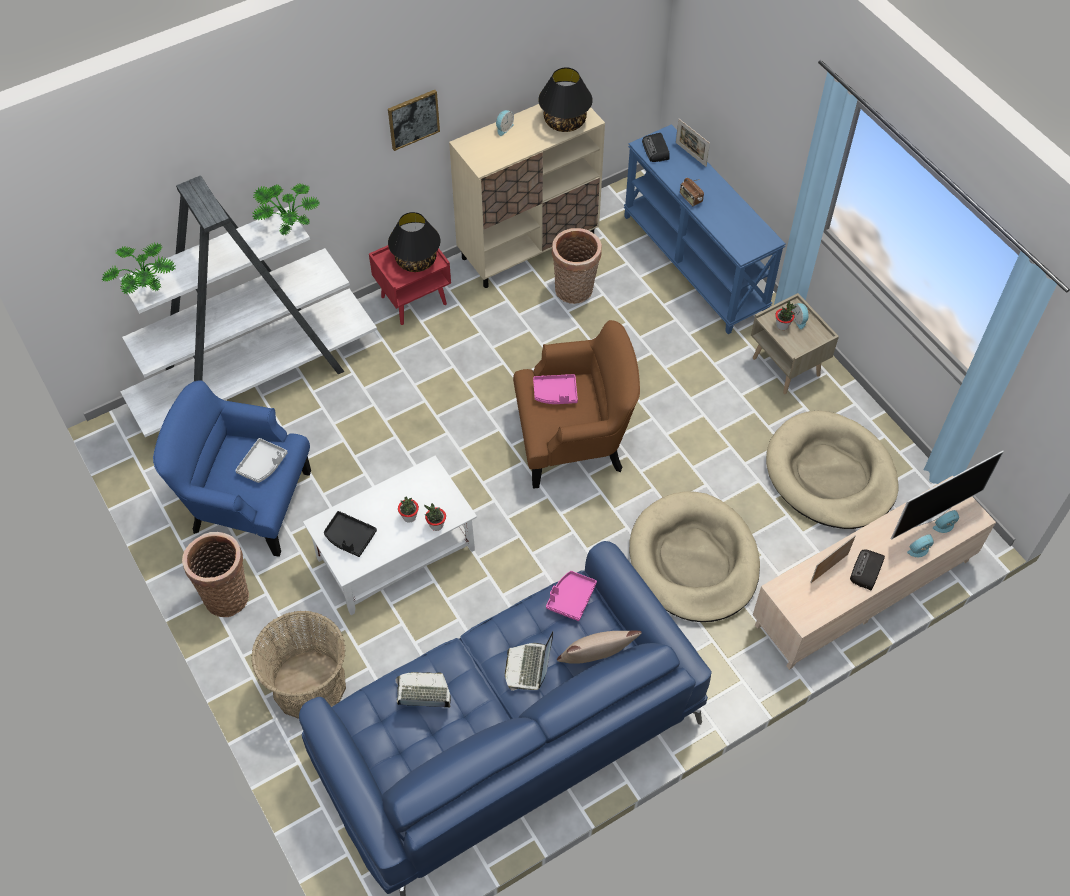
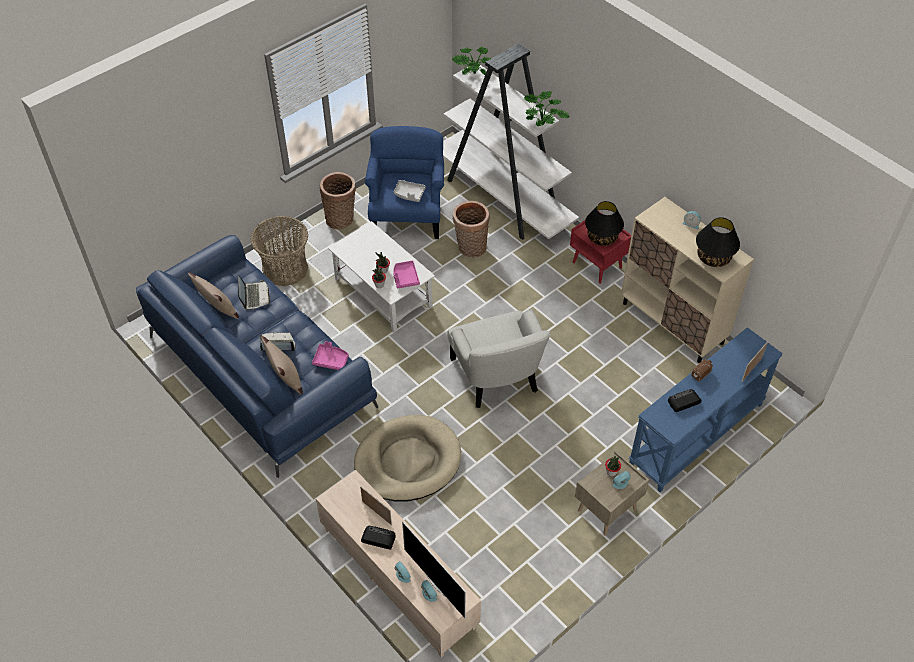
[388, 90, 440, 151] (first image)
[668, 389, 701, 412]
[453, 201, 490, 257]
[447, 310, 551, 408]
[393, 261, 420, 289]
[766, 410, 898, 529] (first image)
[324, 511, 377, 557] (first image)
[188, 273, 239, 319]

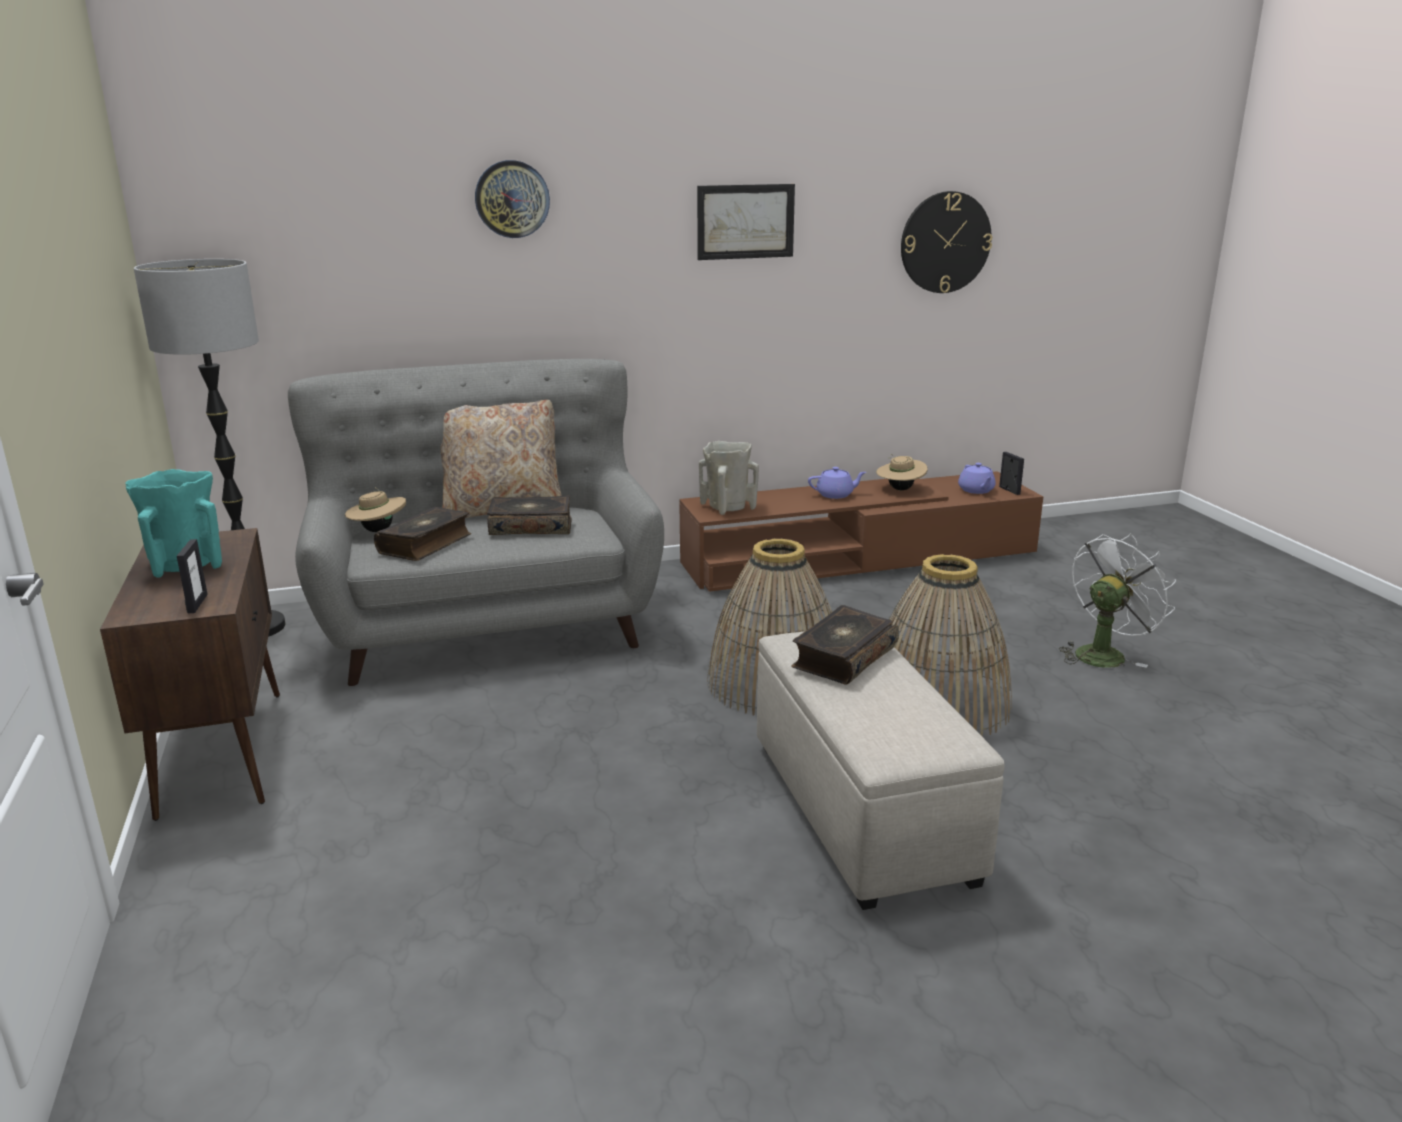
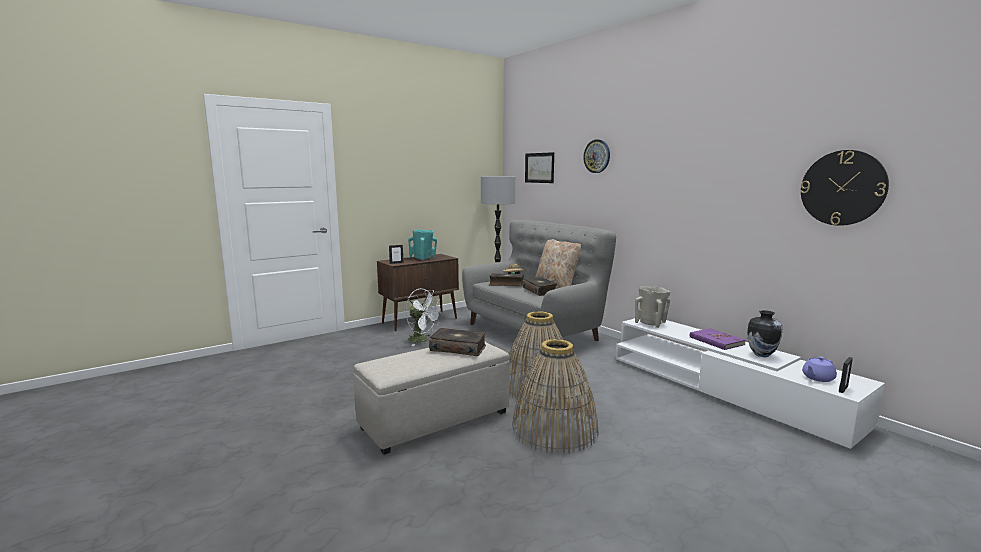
[525, 152, 554, 183]
[747, 310, 783, 357]
[690, 328, 746, 350]
[616, 318, 885, 449]
[405, 289, 442, 346]

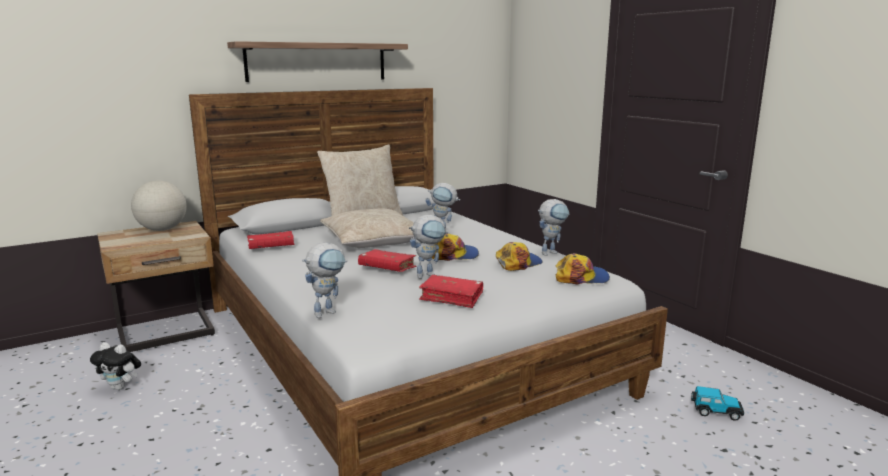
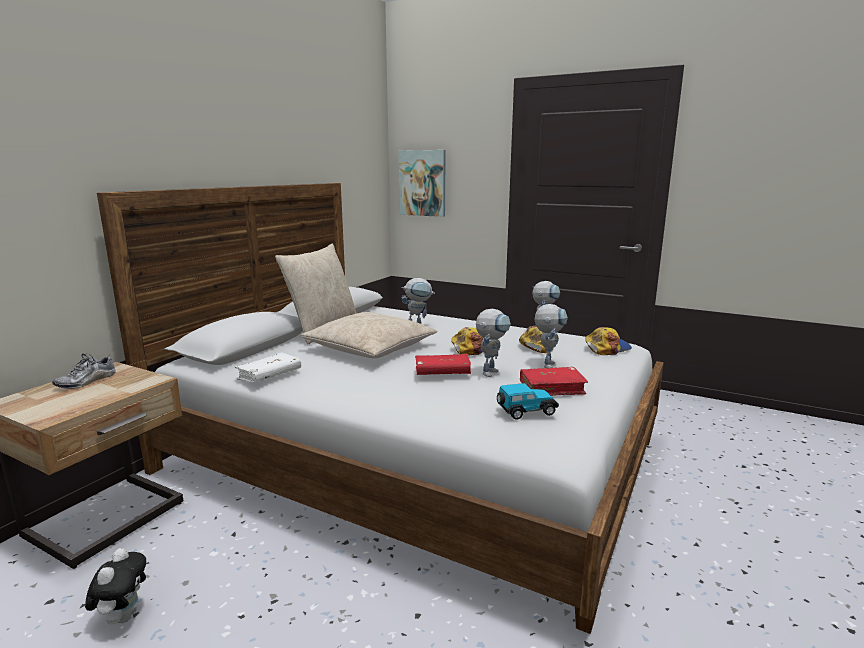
[227, 41, 408, 82] (first image)
[52, 353, 116, 389]
[235, 353, 301, 383]
[534, 304, 568, 368]
[85, 548, 146, 625]
[497, 383, 559, 420]
[398, 150, 446, 217]

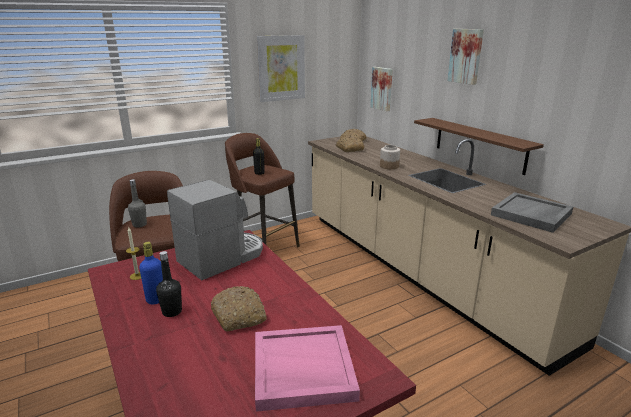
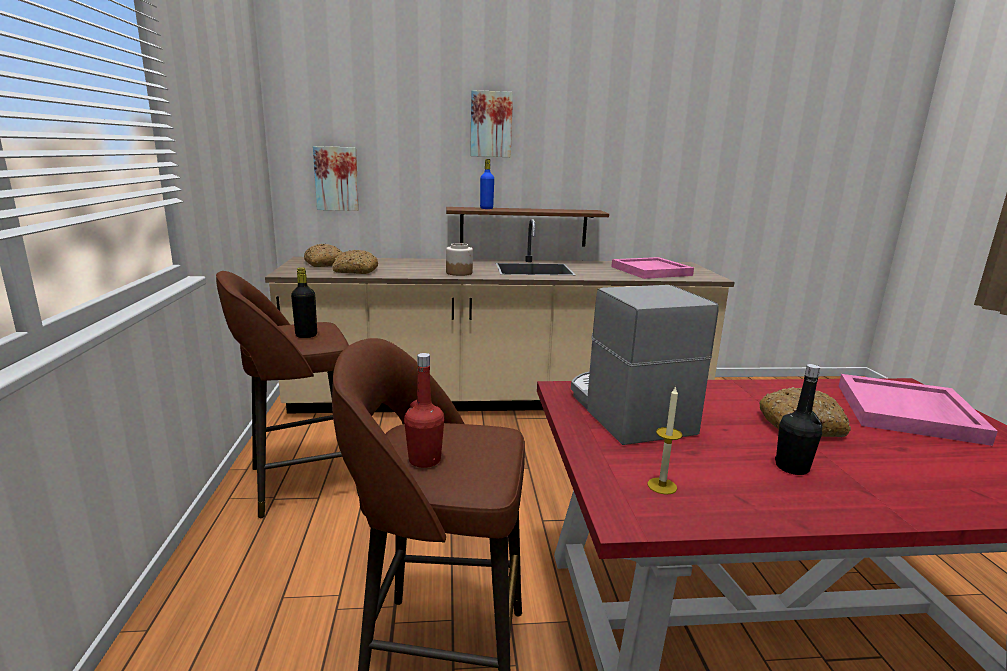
[257, 35, 305, 102] (first image)
[404, 353, 444, 468]
[611, 257, 694, 279]
[480, 159, 494, 209]

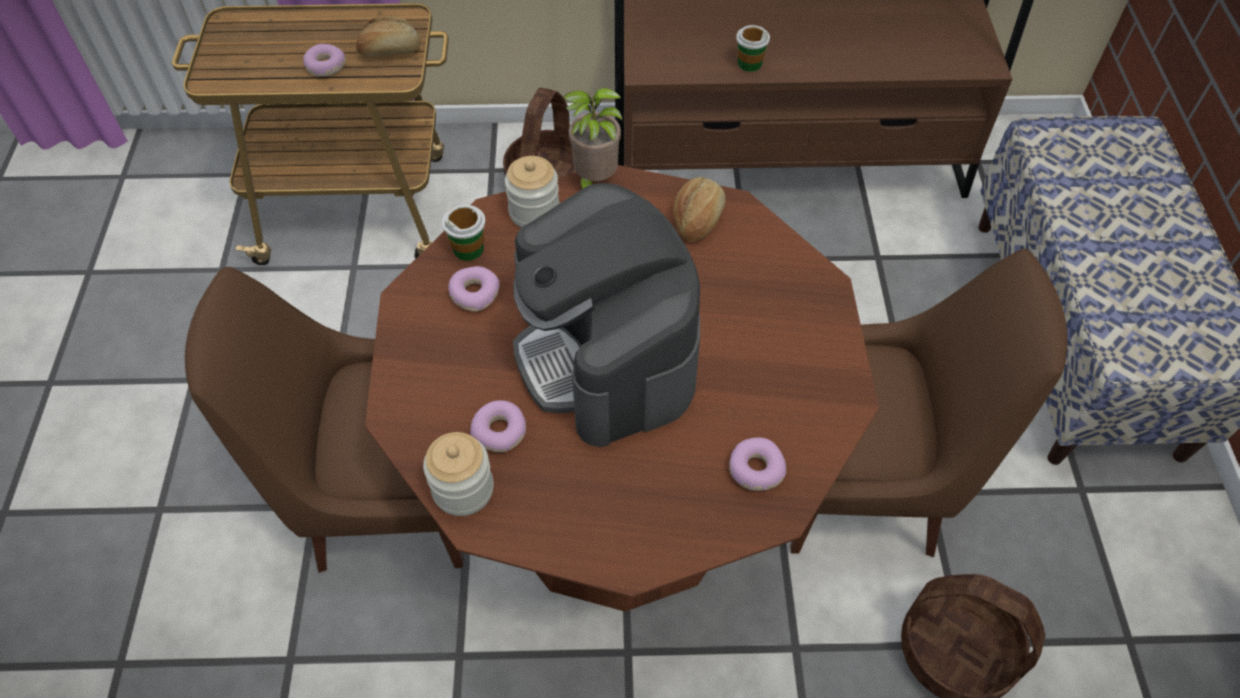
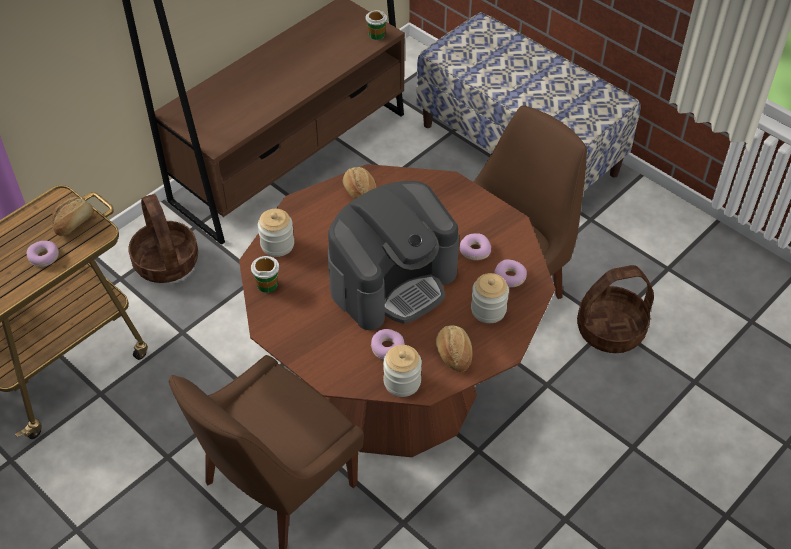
[365, 10, 387, 40]
[563, 88, 622, 189] (first image)
[328, 181, 459, 330]
[460, 233, 491, 260]
[471, 273, 509, 323]
[436, 325, 473, 372]

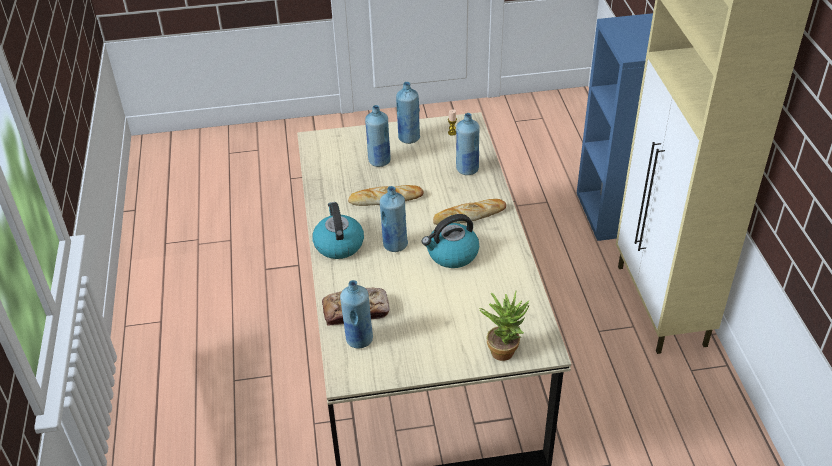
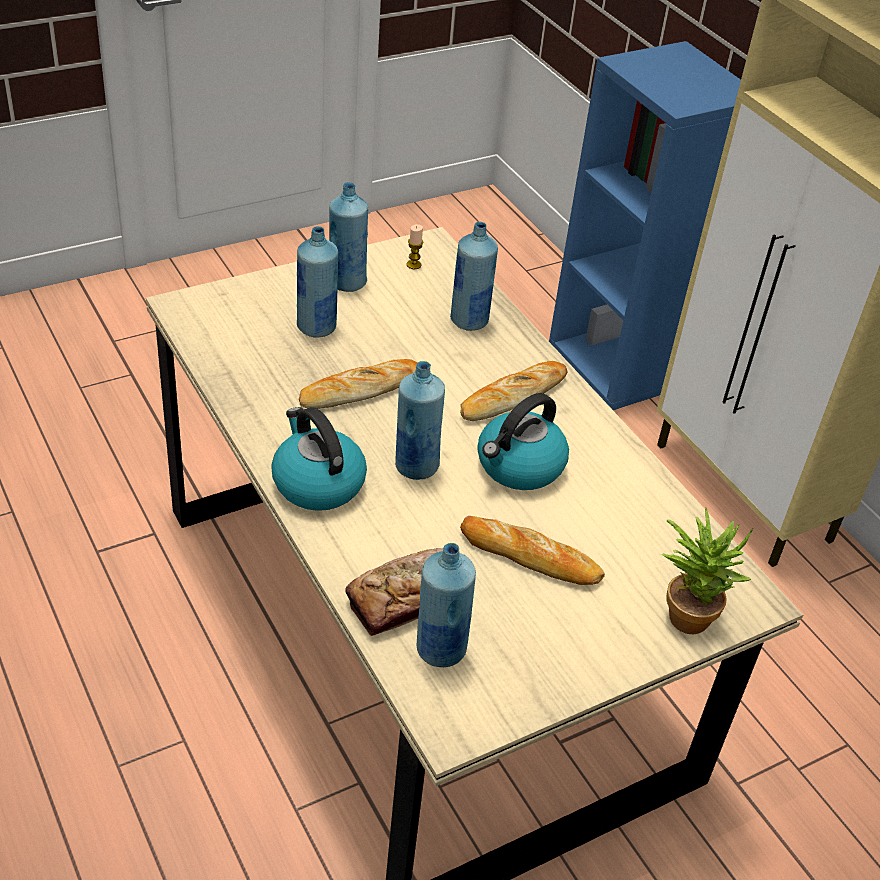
[460, 516, 605, 585]

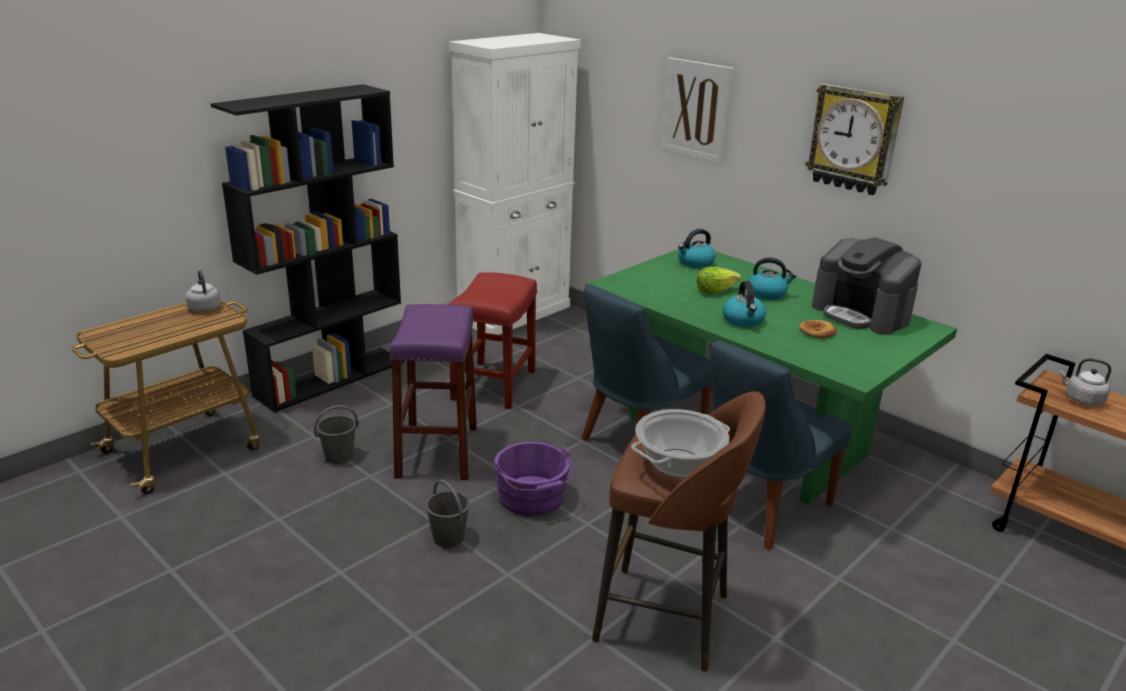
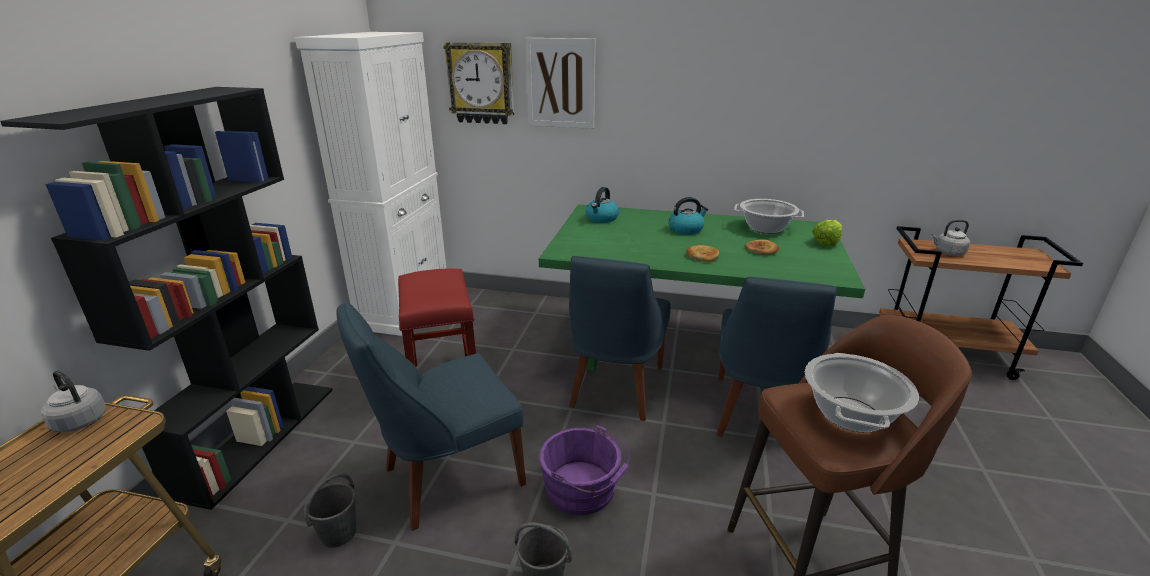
[443, 42, 514, 124]
[734, 199, 804, 234]
[812, 220, 842, 246]
[686, 245, 719, 262]
[336, 302, 526, 531]

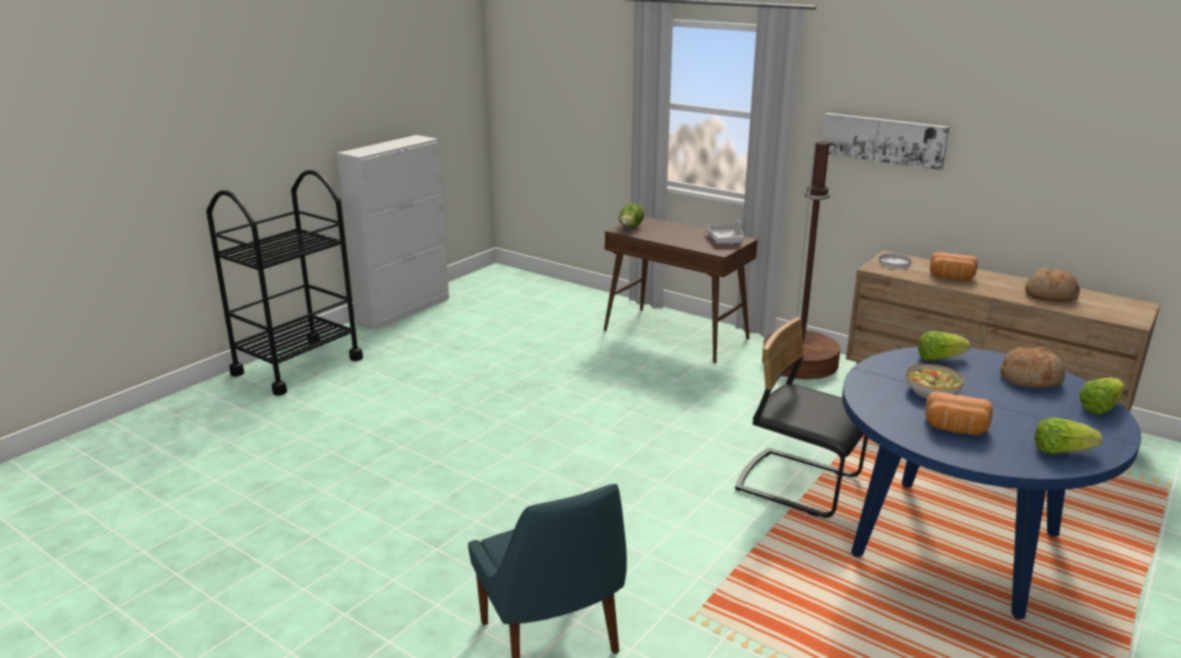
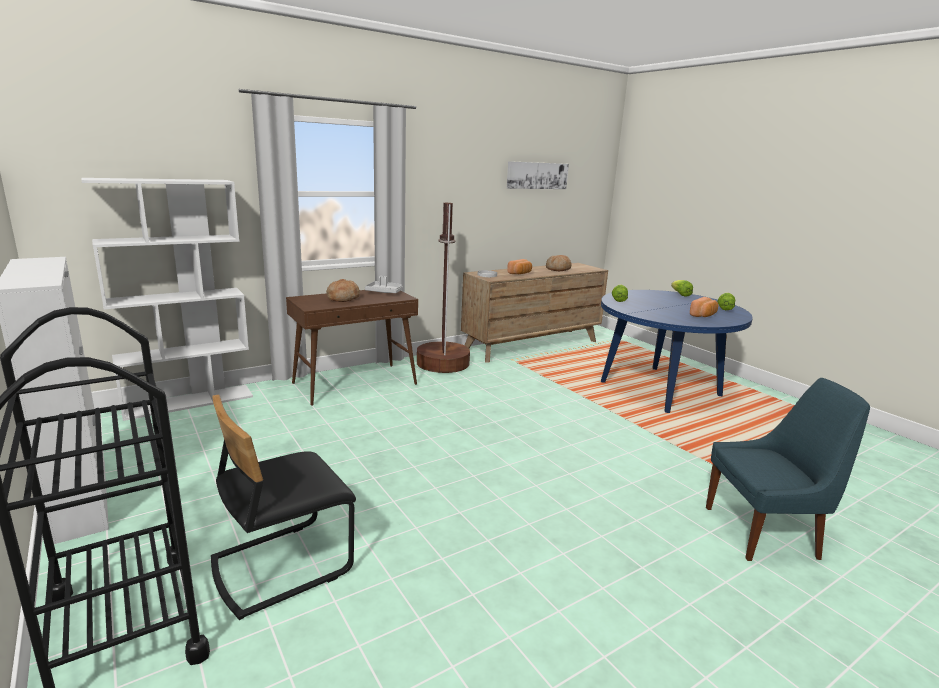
[507, 161, 569, 189]
[619, 203, 645, 228] (first image)
[211, 395, 356, 620]
[326, 279, 360, 302]
[906, 364, 964, 398] (first image)
[82, 178, 253, 421]

